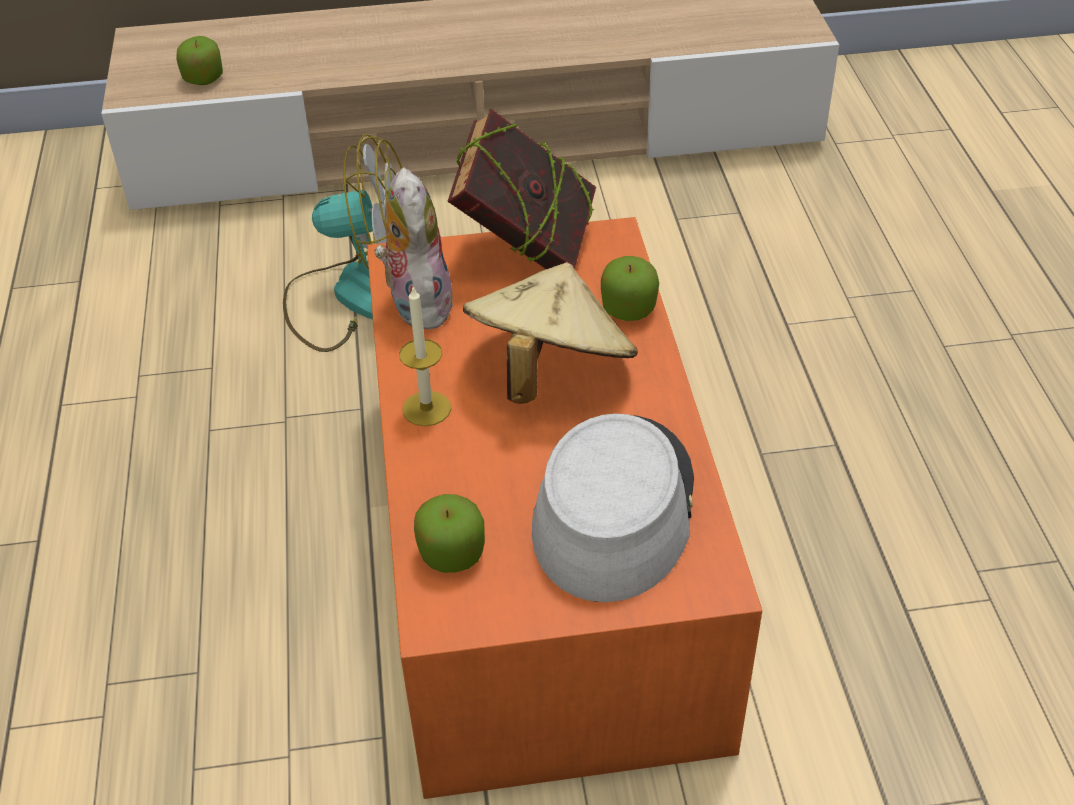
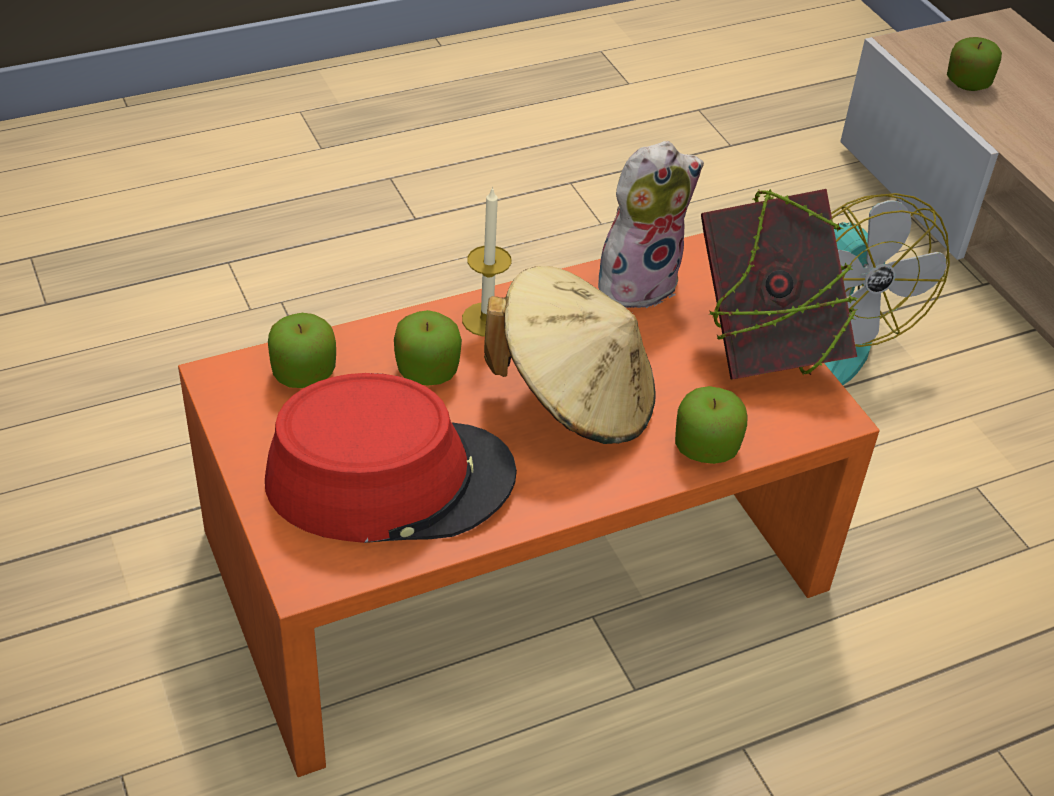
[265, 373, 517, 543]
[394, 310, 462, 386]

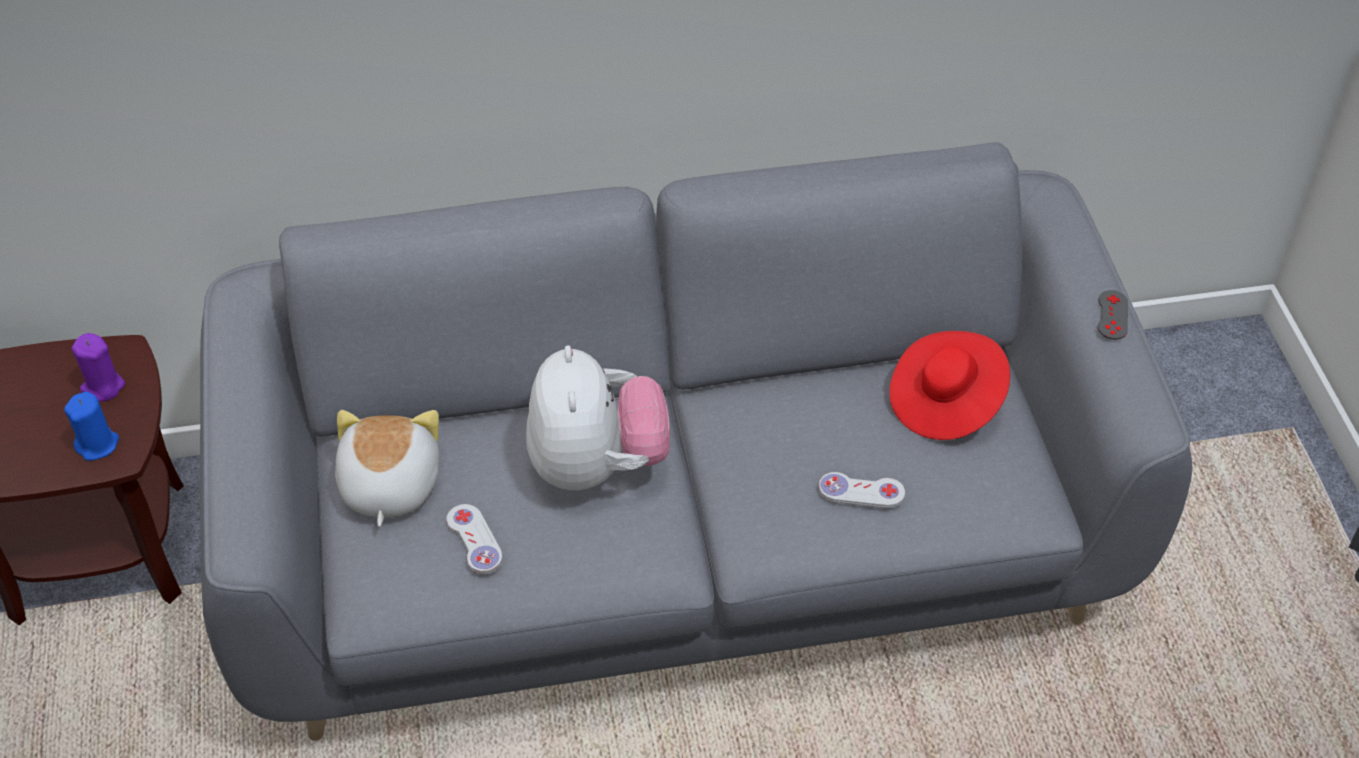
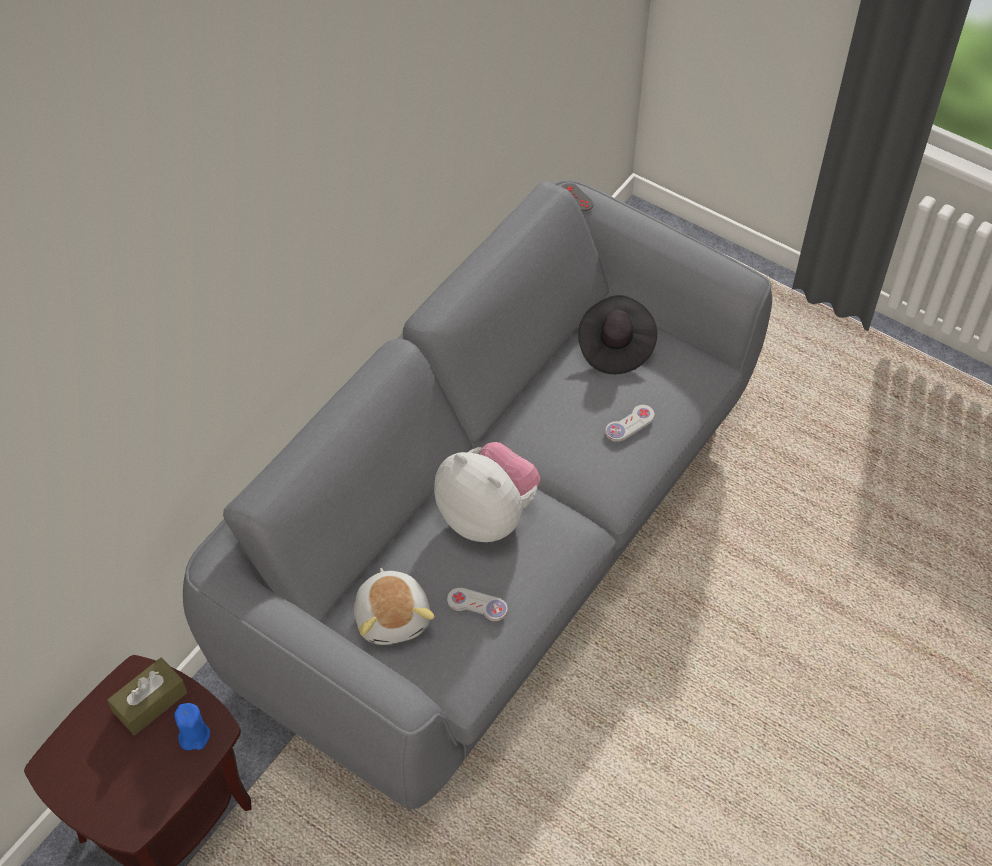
[562, 183, 594, 211]
[578, 295, 657, 374]
[107, 658, 187, 735]
[354, 568, 434, 645]

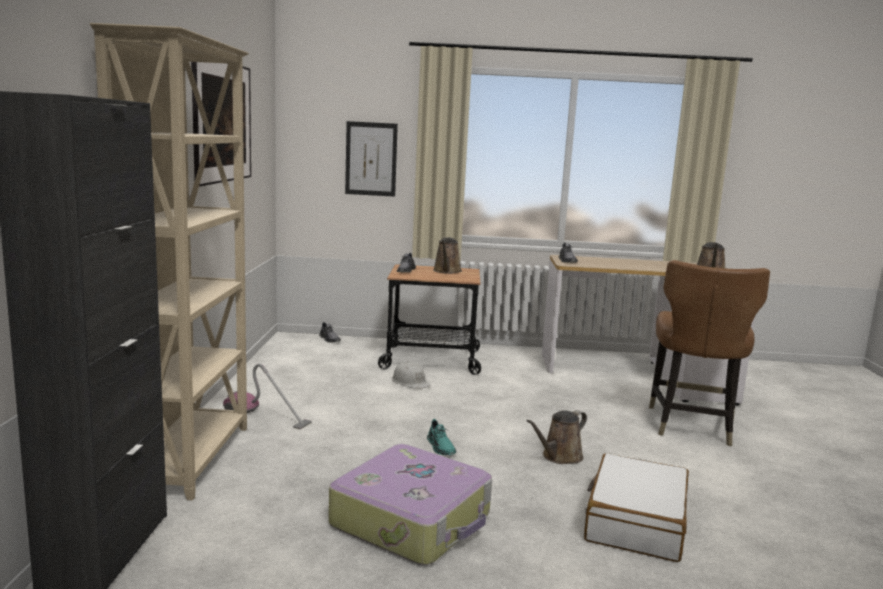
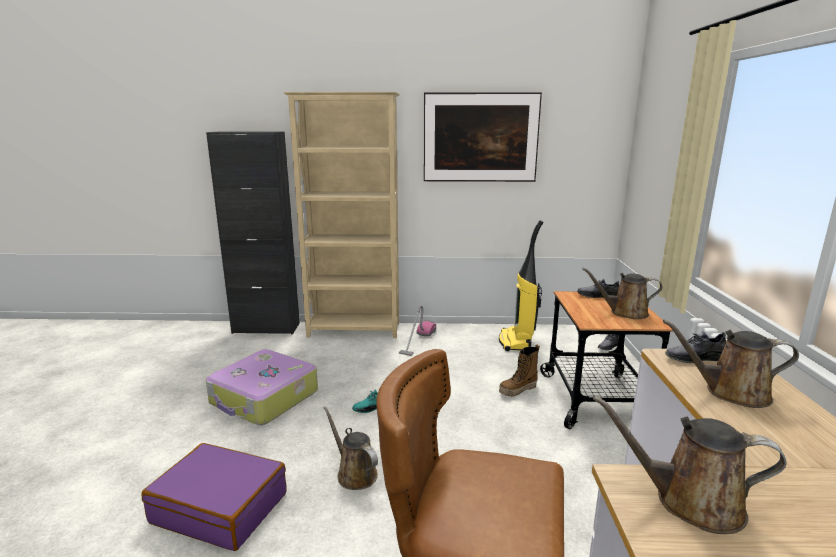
[345, 121, 398, 197] (first image)
[499, 344, 540, 397]
[141, 443, 287, 551]
[499, 220, 543, 351]
[663, 320, 799, 408]

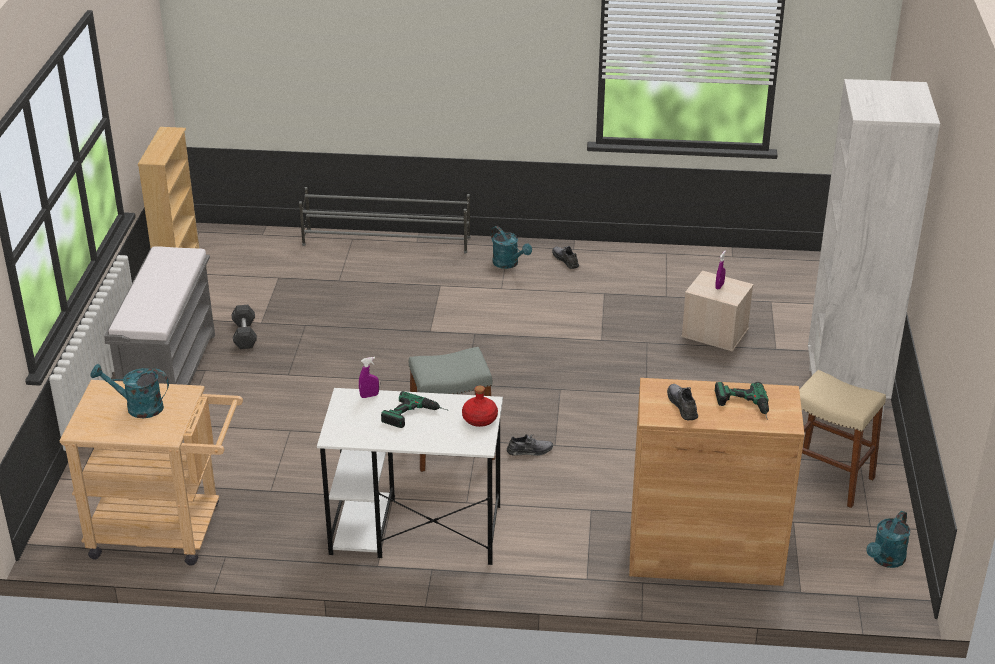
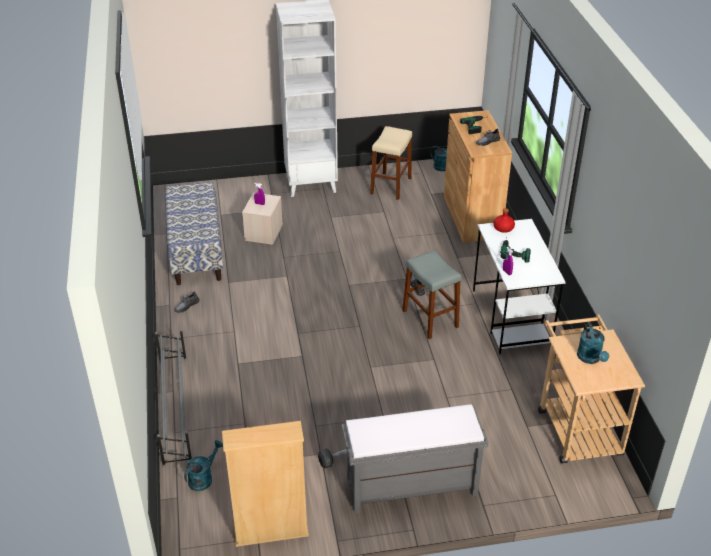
[184, 440, 223, 491]
[165, 182, 223, 285]

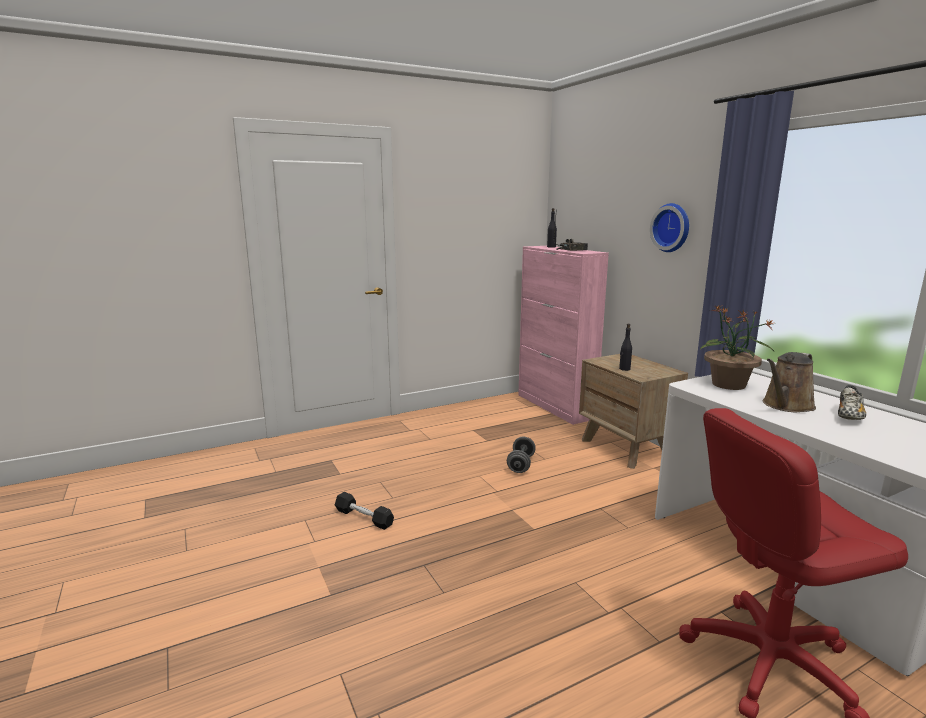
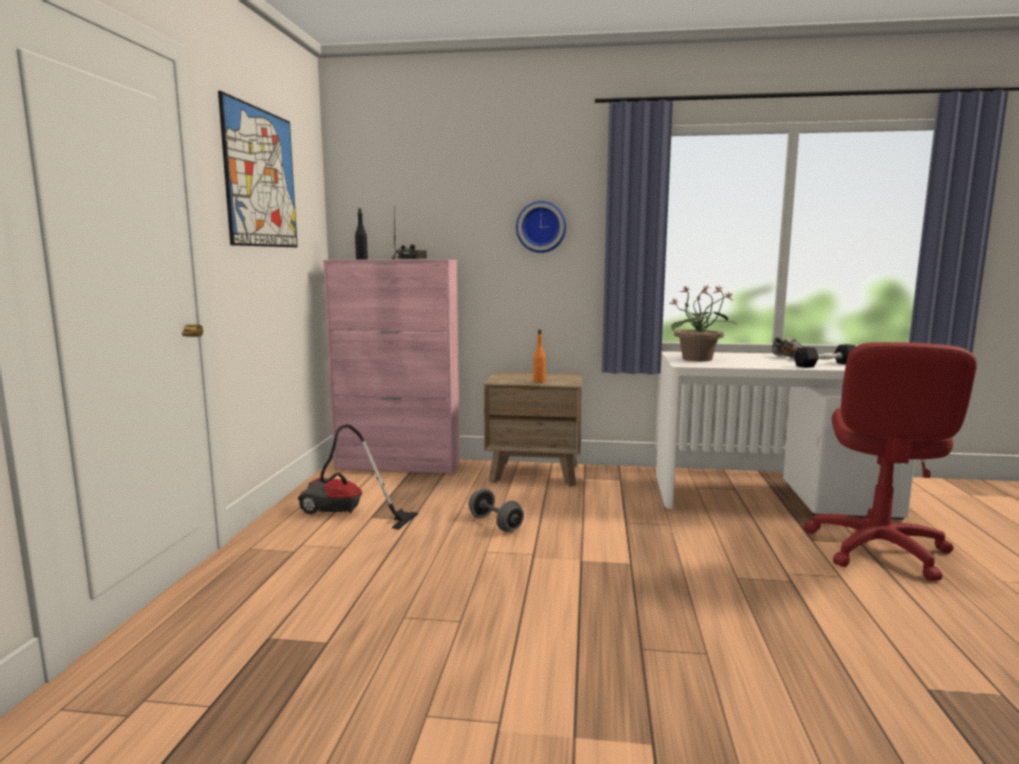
[533, 330, 546, 383]
[763, 352, 816, 413] (first image)
[794, 344, 856, 368]
[218, 91, 298, 247]
[298, 424, 418, 530]

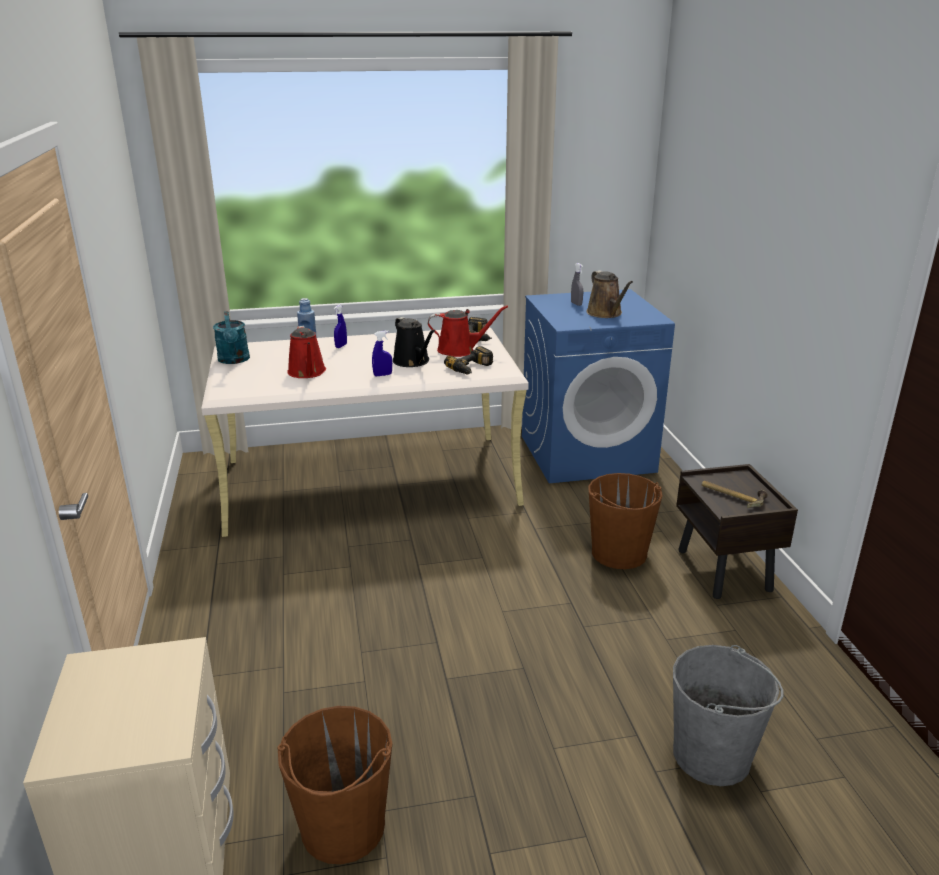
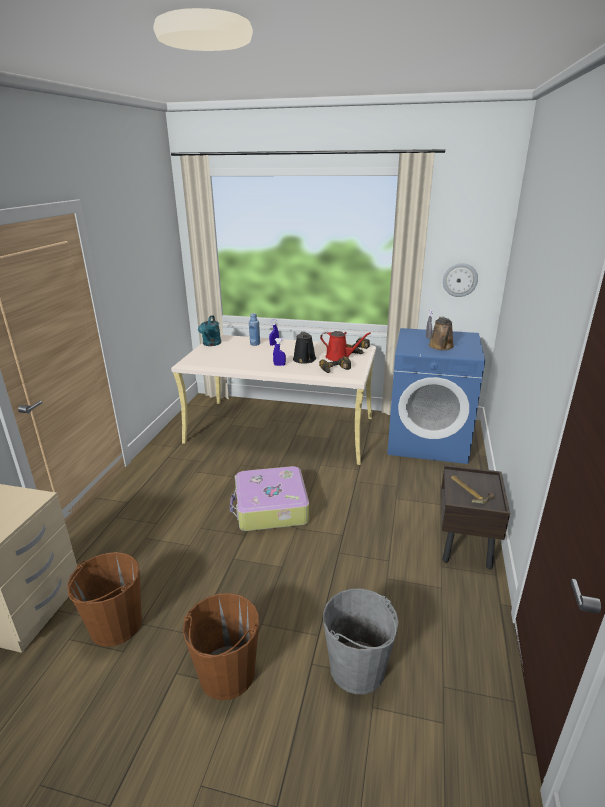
[287, 326, 326, 378] (first image)
[183, 593, 259, 700]
[443, 263, 478, 297]
[230, 466, 309, 531]

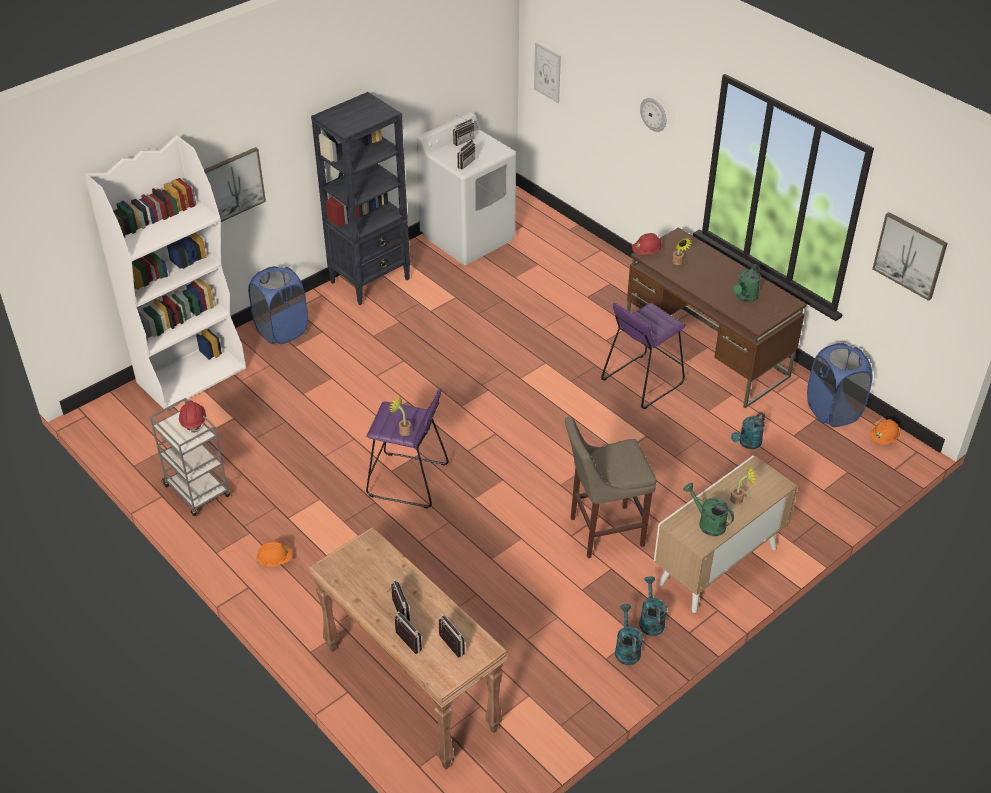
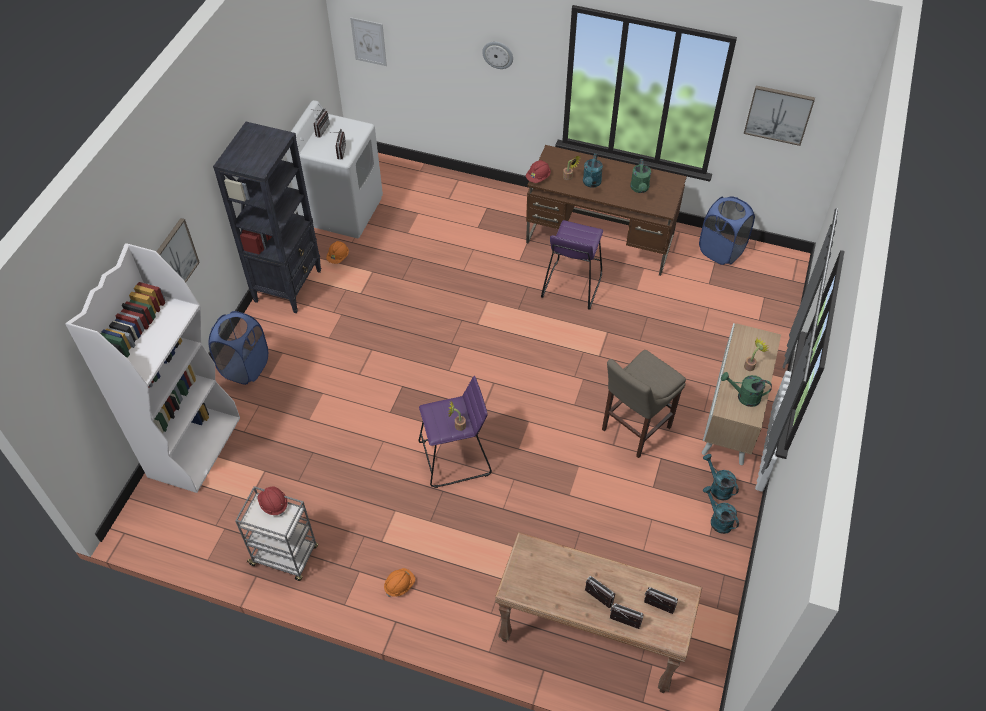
[583, 154, 603, 188]
[326, 241, 349, 264]

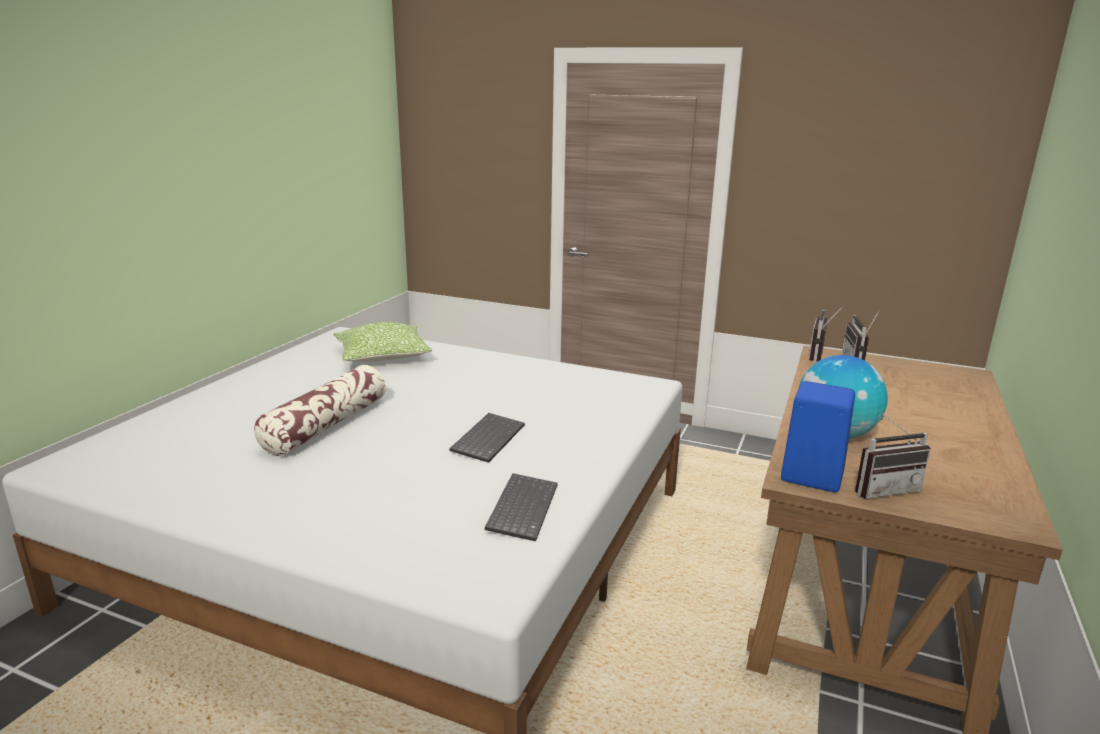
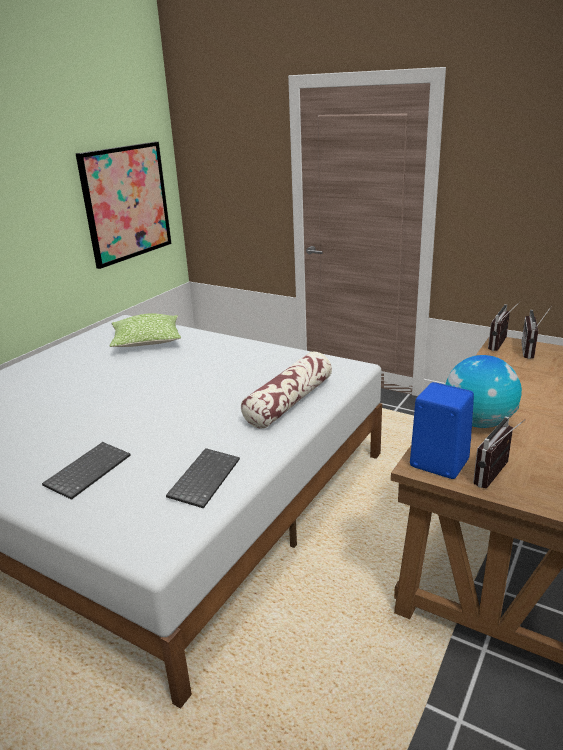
[241, 352, 332, 429]
[473, 416, 525, 489]
[42, 442, 131, 500]
[75, 142, 172, 269]

